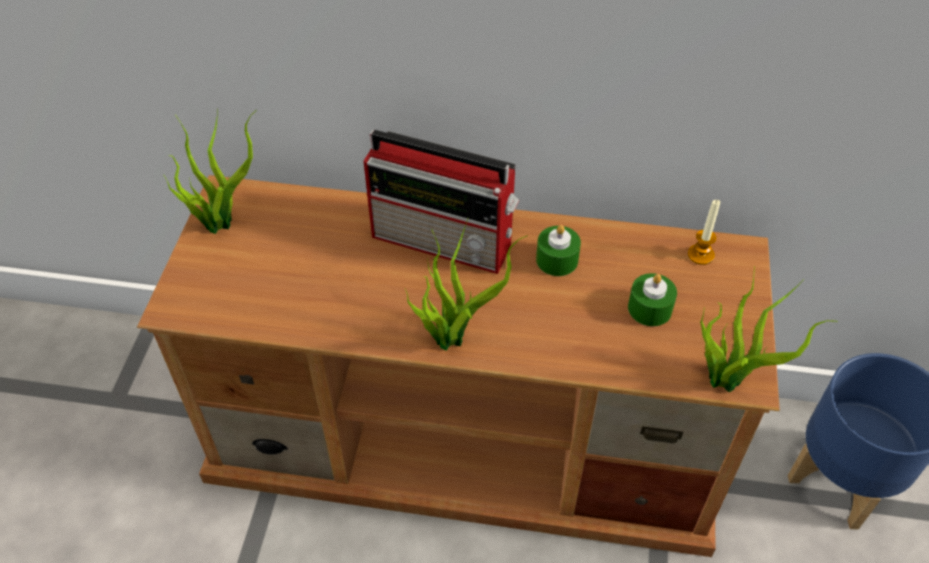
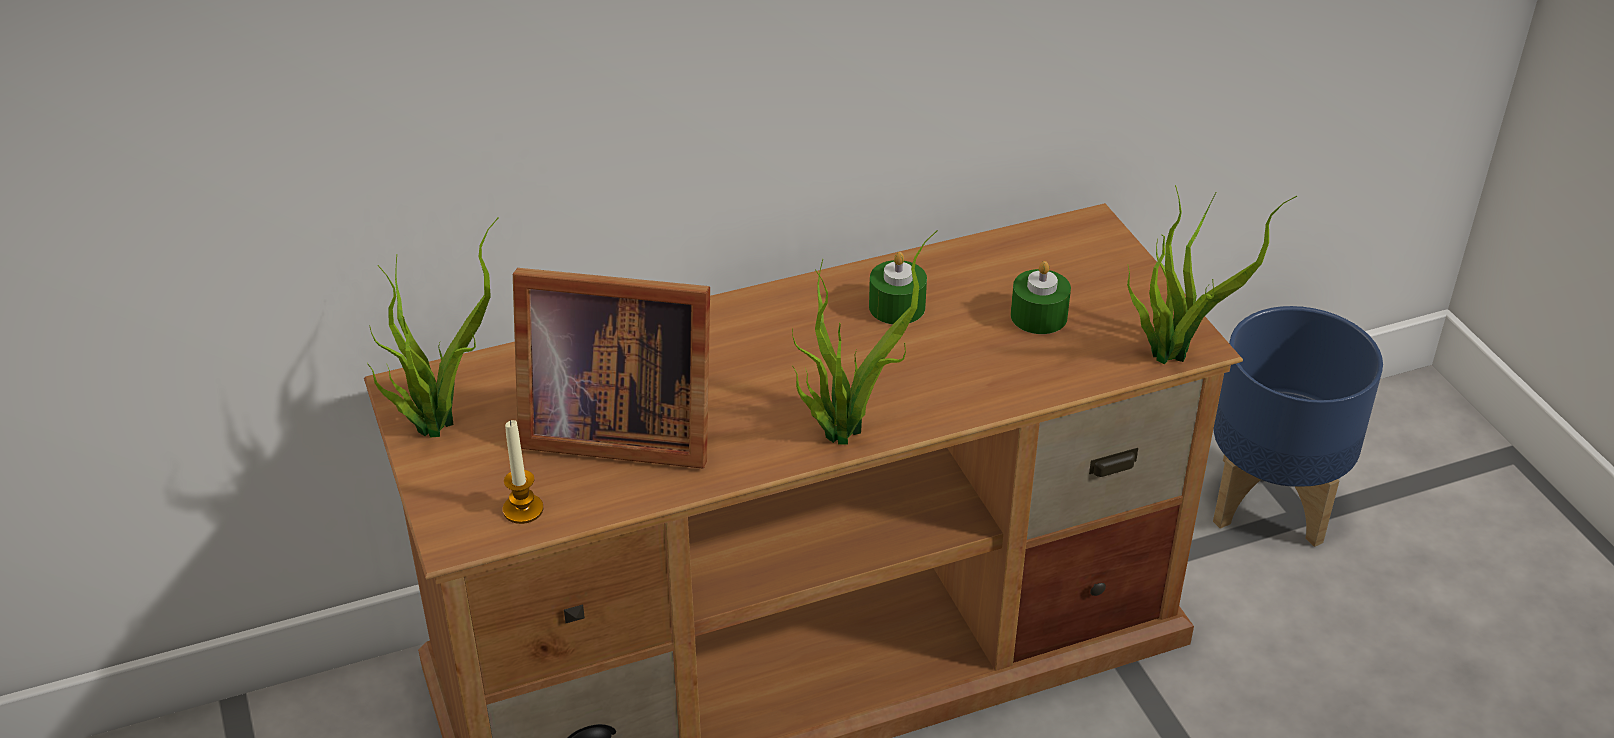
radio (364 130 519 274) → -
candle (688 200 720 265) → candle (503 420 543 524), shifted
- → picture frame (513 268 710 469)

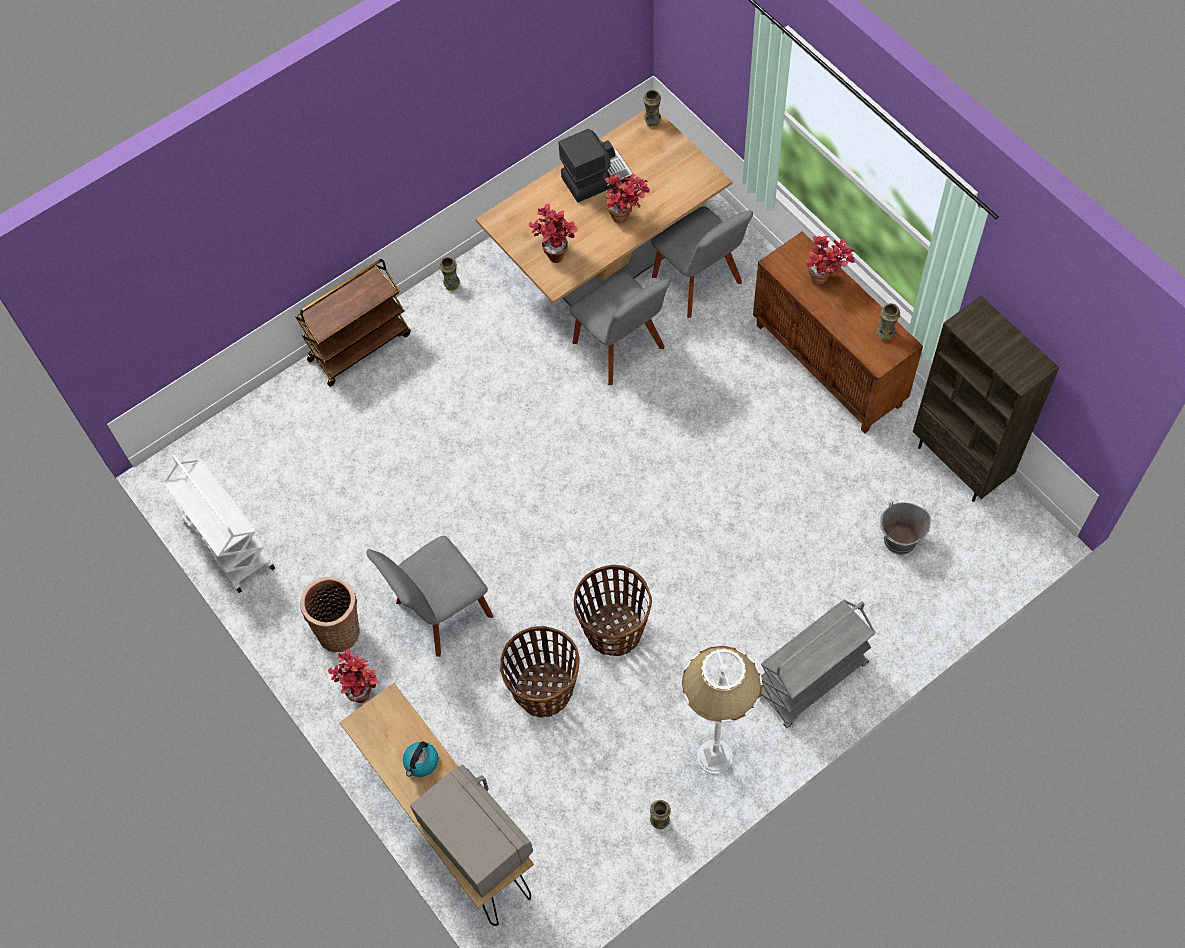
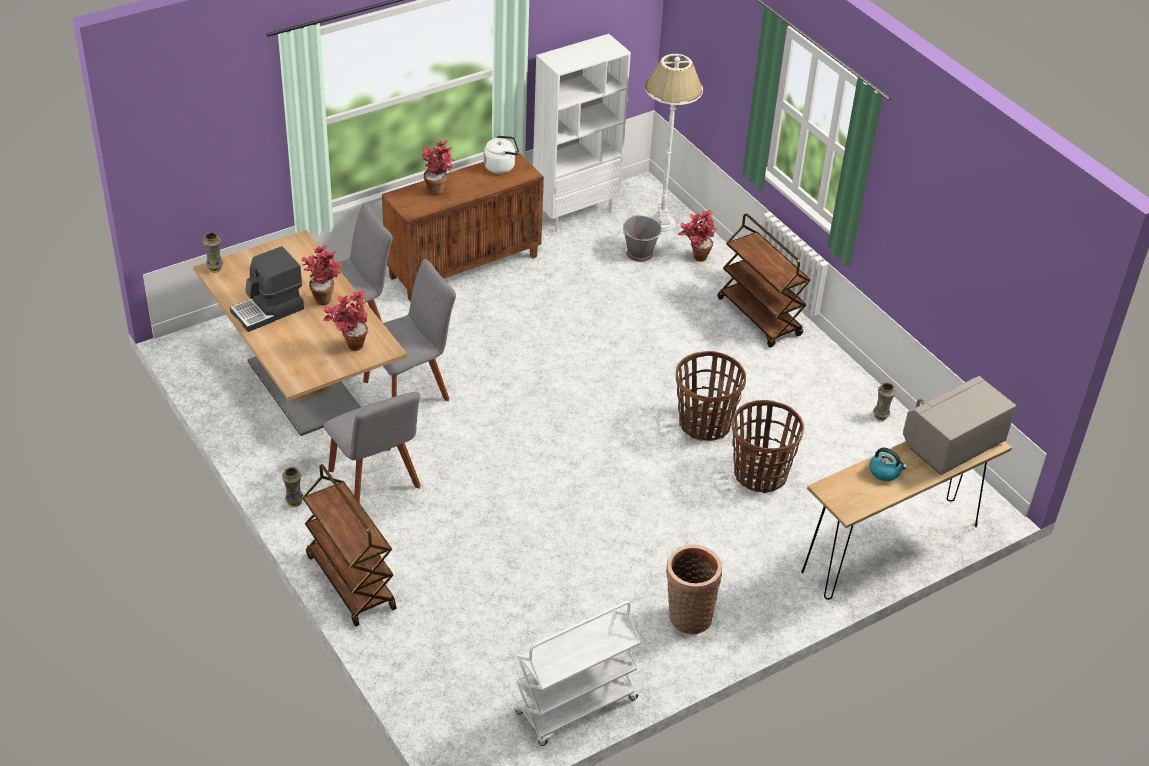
coffee machine (558 129 633 202) → coffee machine (230 246 304 332), 105 degrees counterclockwise
brown bookcase (913 296 1059 502) → white bookcase (533 34 631 232)
vase (877 303 900 340) → white kettle (484 135 520 174)
grey chair (366 536 493 657) → grey chair (324 392 421 503), shifted
grey cart (761 599 876 728) → brown cart (717 213 811 348)
white floor lamp (682 646 763 775) → white floor lamp (645 54 703 232), shifted
potted plant (328 649 378 703) → potted plant (678 210 717 262), shifted

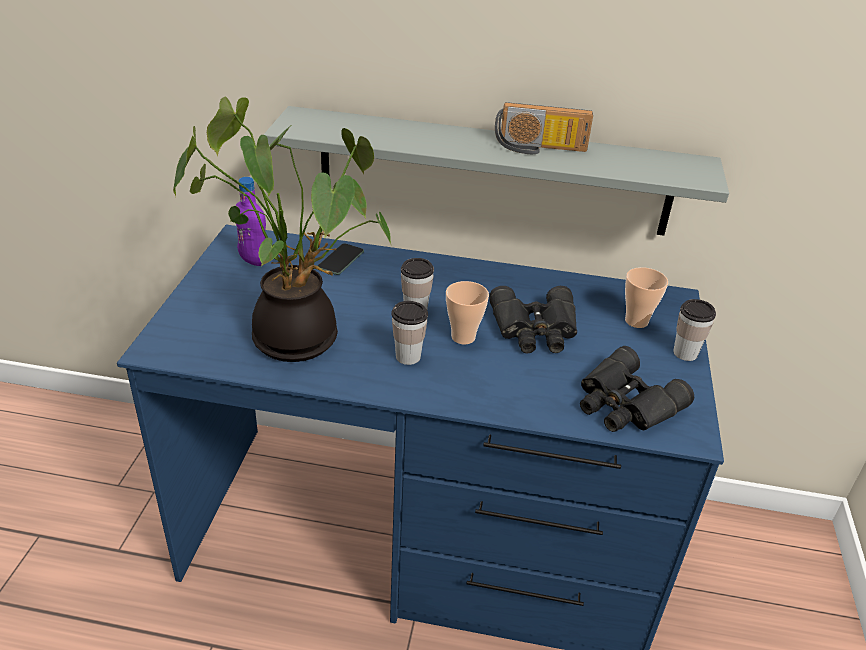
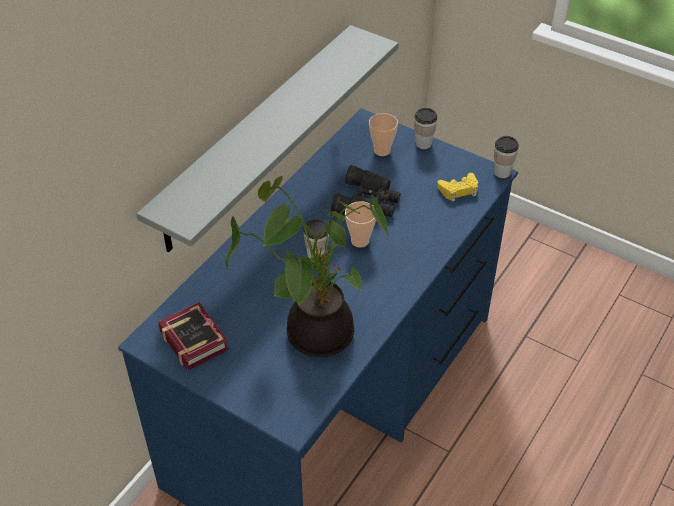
radio (495 102 593 154) → -
purple bottle (235 177 266 266) → book (158 302 229 371)
phone (318 243 364 275) → -
cup (392 301 428 365) → cup (494 136 519 178), shifted
black binoculars (580 346 694 432) → yellow game controller (437 173 478 202)

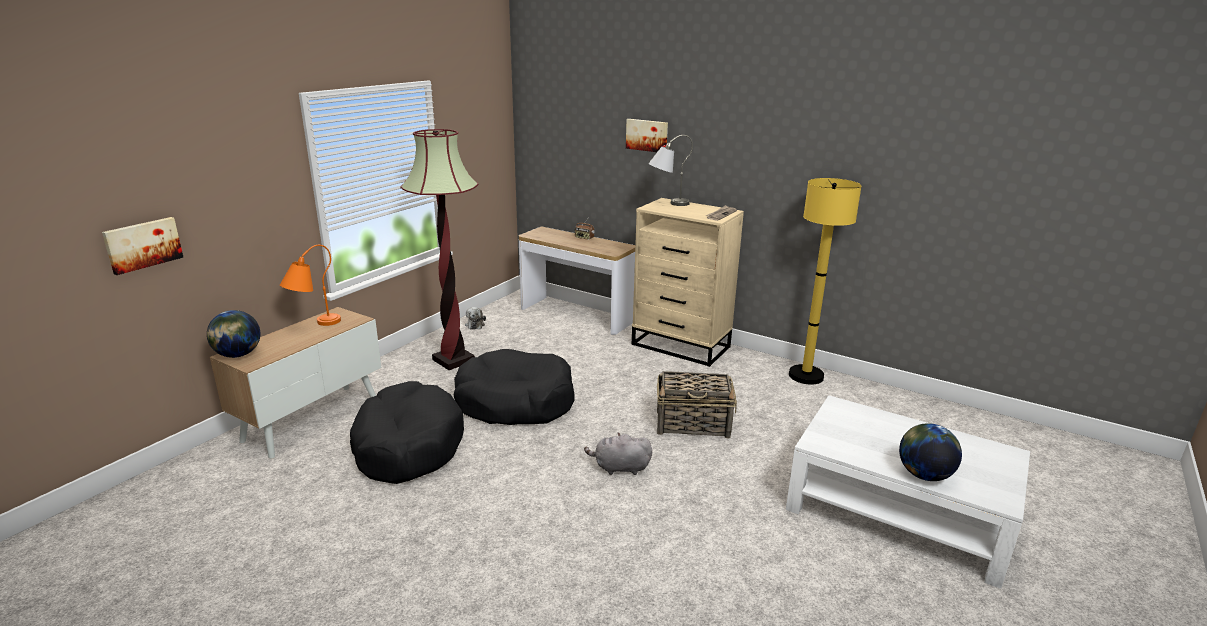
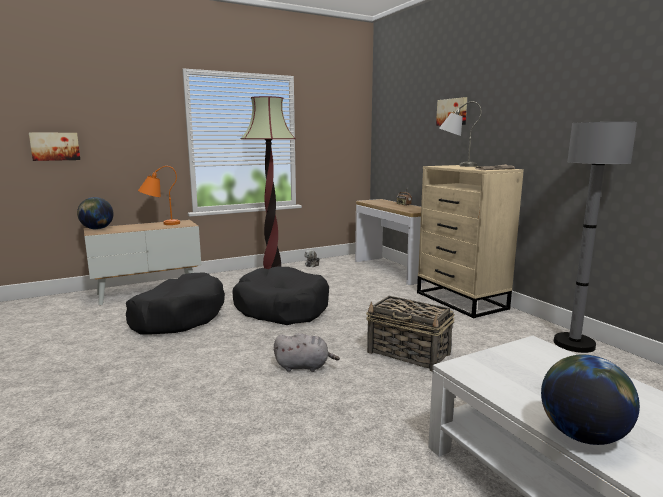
yellow floor lamp (789 178 862 384) → grey floor lamp (554 122 637 353)
grey plush toy (584 432 652 475) → grey plush toy (274 333 340 372), 150 degrees clockwise

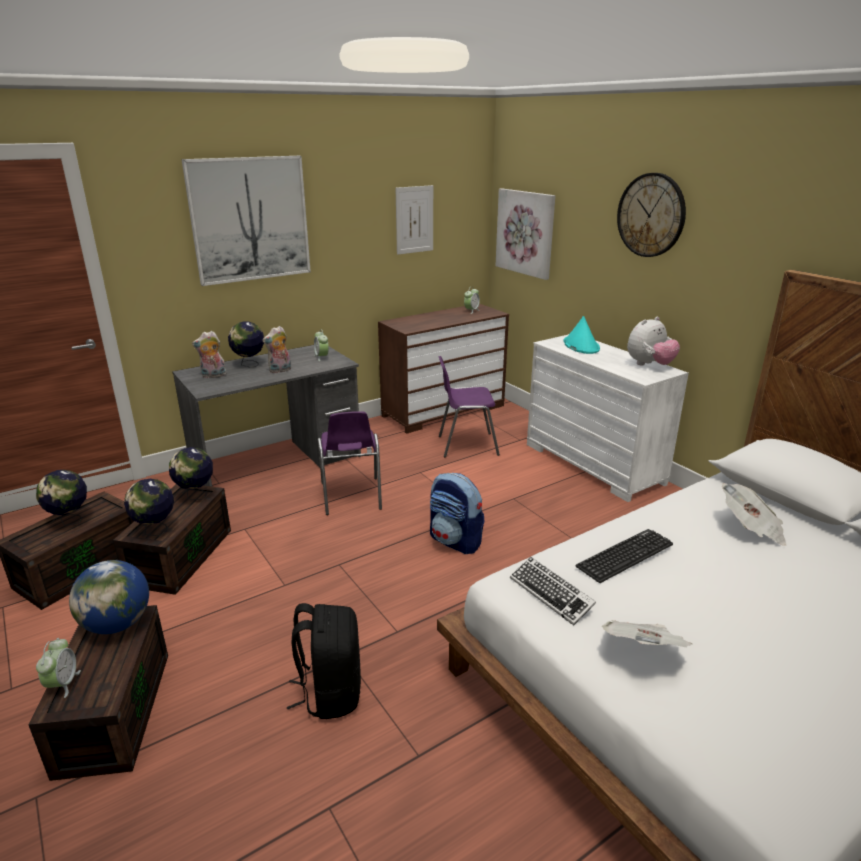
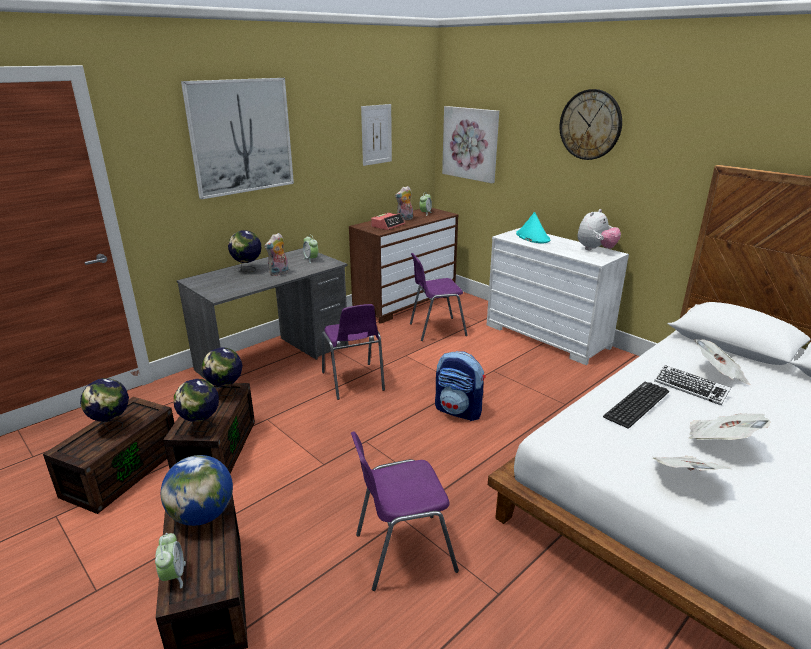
plush toy (192 331 226 378) → plush toy (395 186 413 220), shifted
keyboard (510 557 596 626) → keyboard (654 365 731 405), shifted
black backpack (287 603 361 719) → purple chair (351 431 459 591)
- → alarm clock (371 213 405 230)
- → newspaper (688 413 771 440)

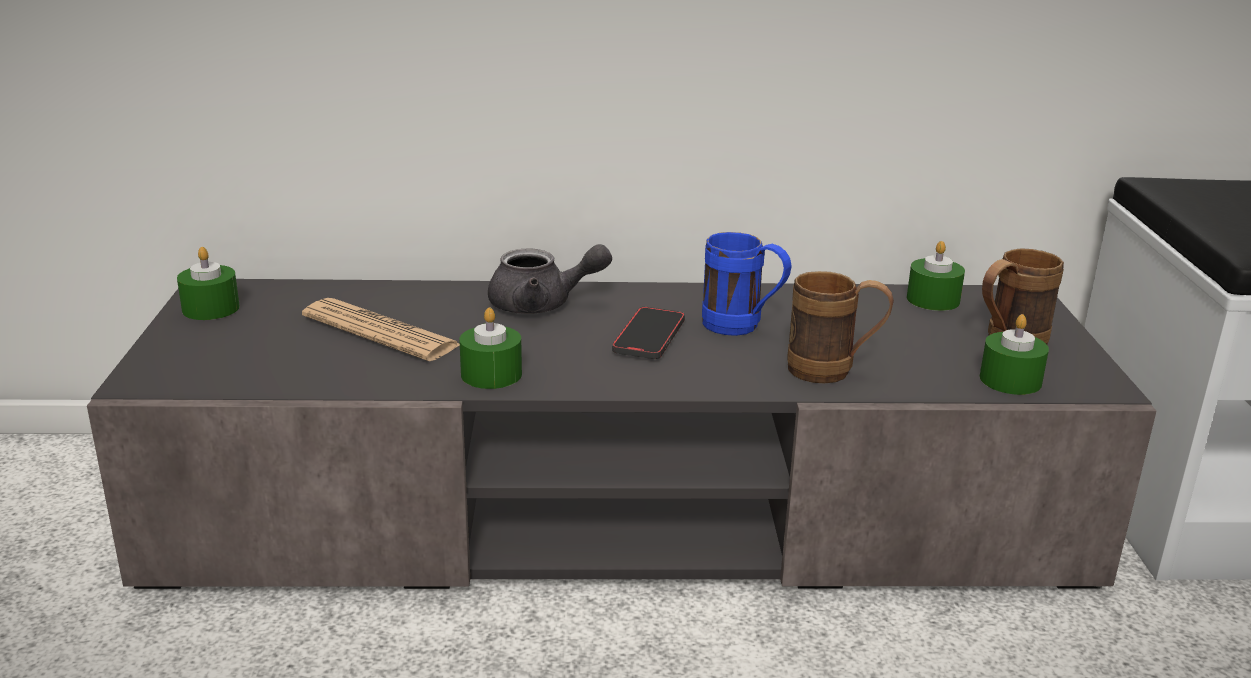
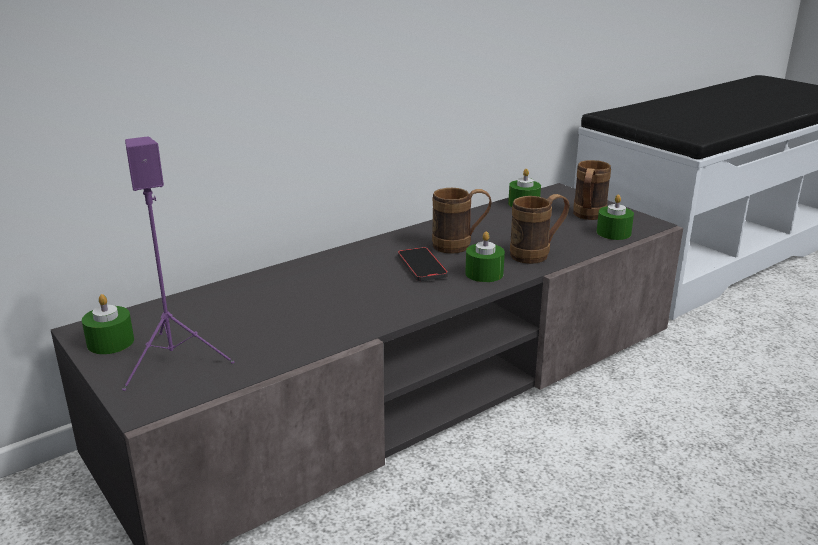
blue mug (702 232 792 336) → brown mug (432 188 492 254)
grey teapot (488 244 612 314) → -
newspaper (302 298 460 361) → -
green candle (459 307 522 389) → green candle (465 231 505 282), shifted
- → purple speaker (122 136 235 391)

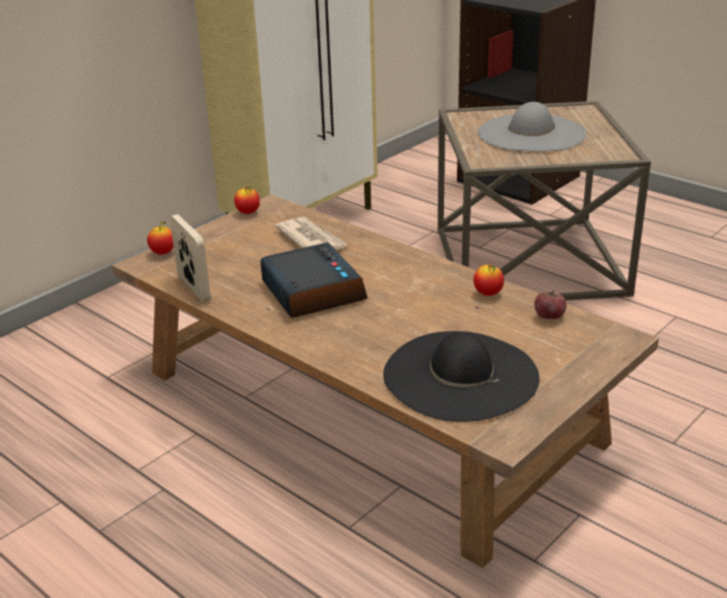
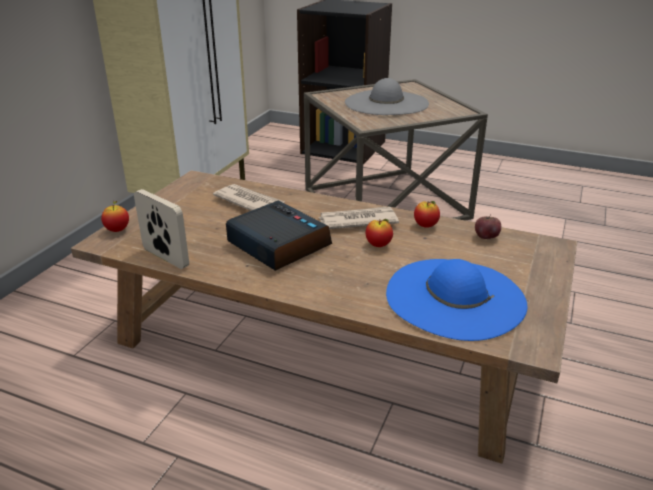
apple (234 187 260 214) → apple (366 219 393 247), shifted
black hat (383 331 540 422) → blue hat (386 259 527 341)
- → newspaper (319 207 399 229)

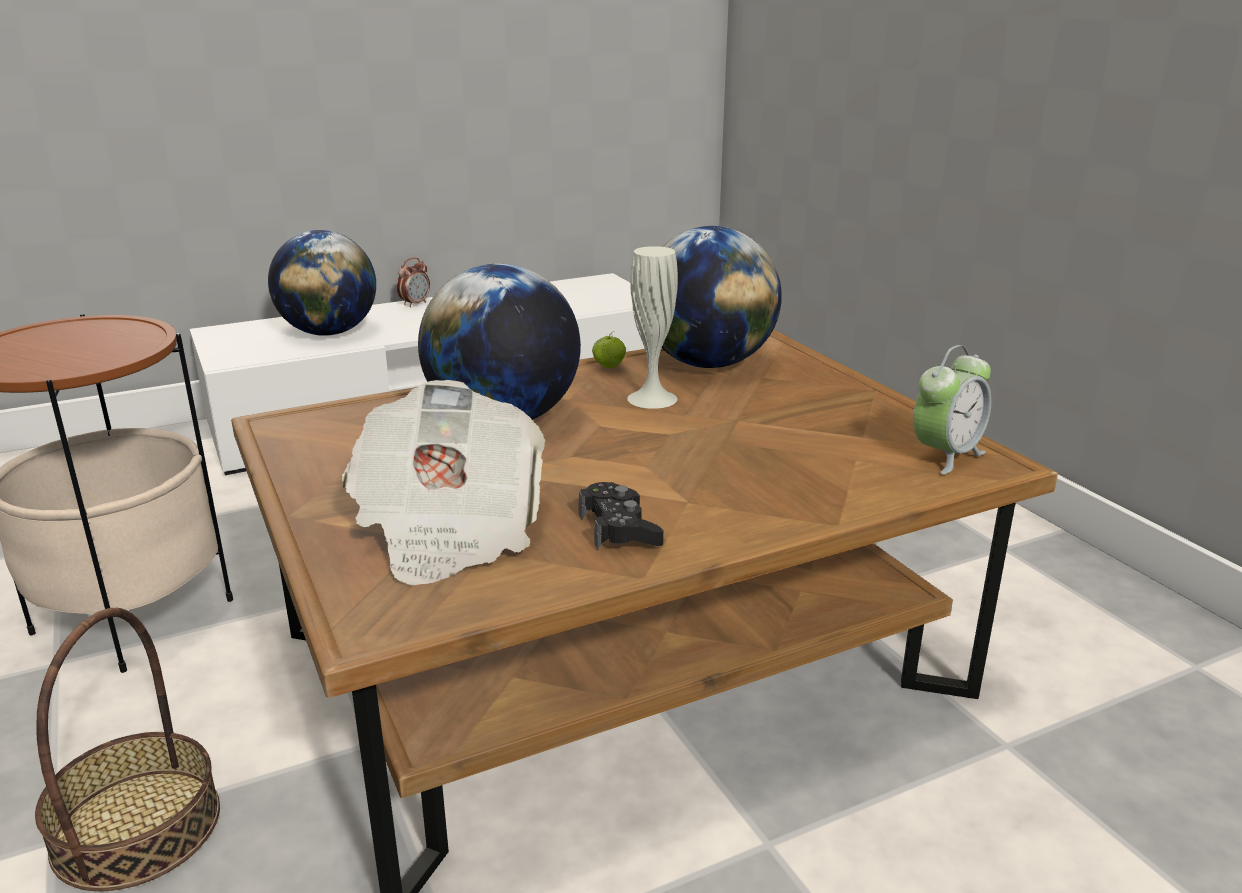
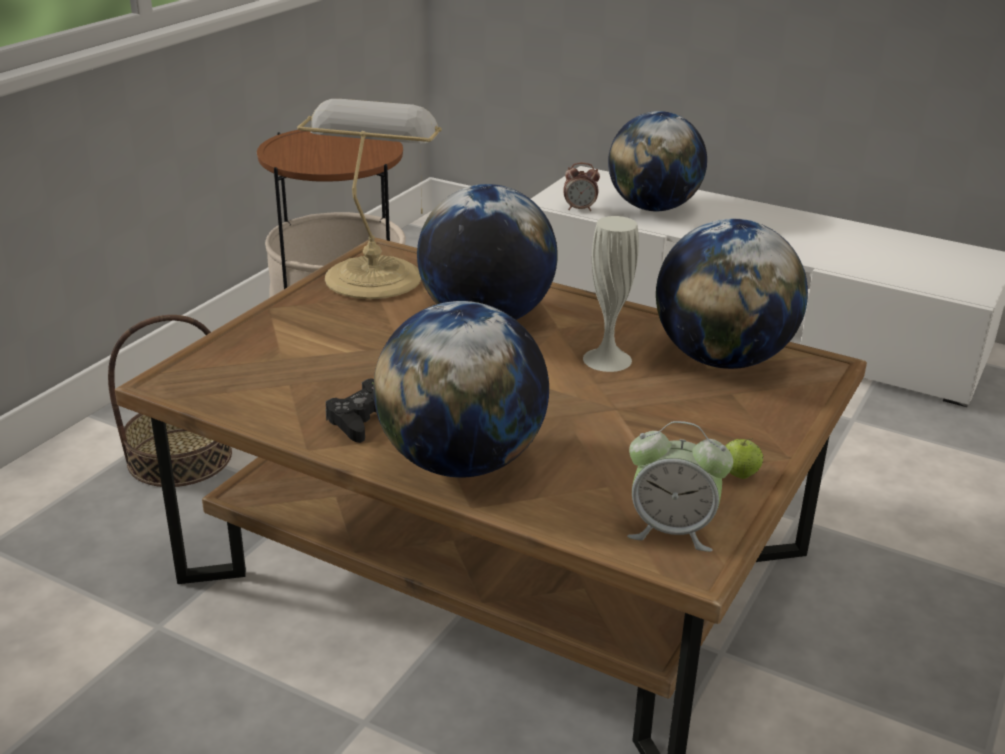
alarm clock (397 258 430 307) → alarm clock (563 163 600 211), shifted
apple (592 331 626 368) → apple (725 438 763 479), shifted
newspaper (342 380 545 586) → -
- → table lamp (297 99 442 299)
- → globe (373 301 549 478)

